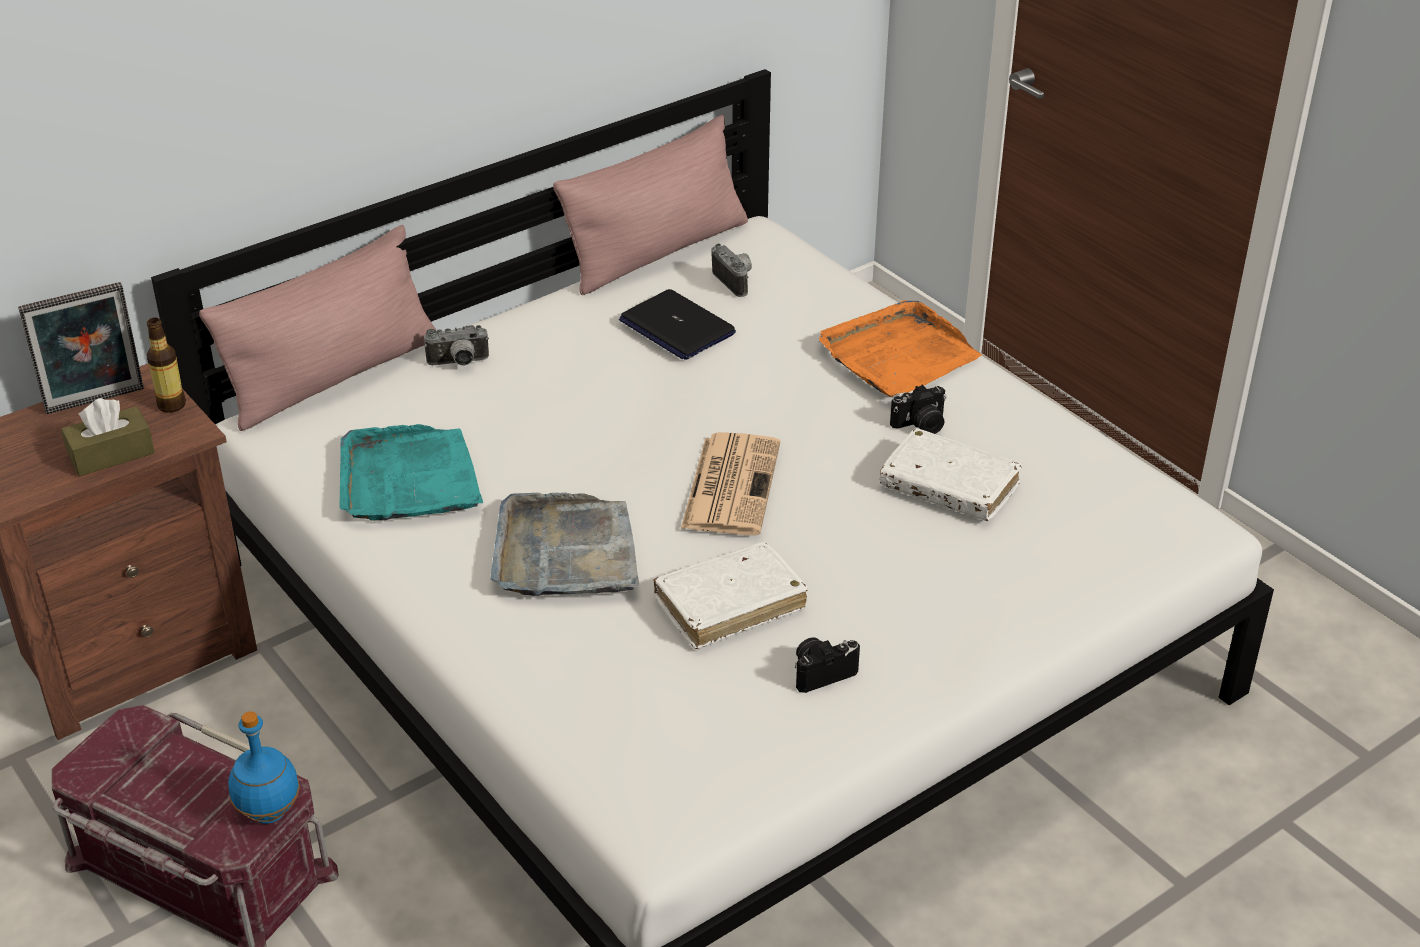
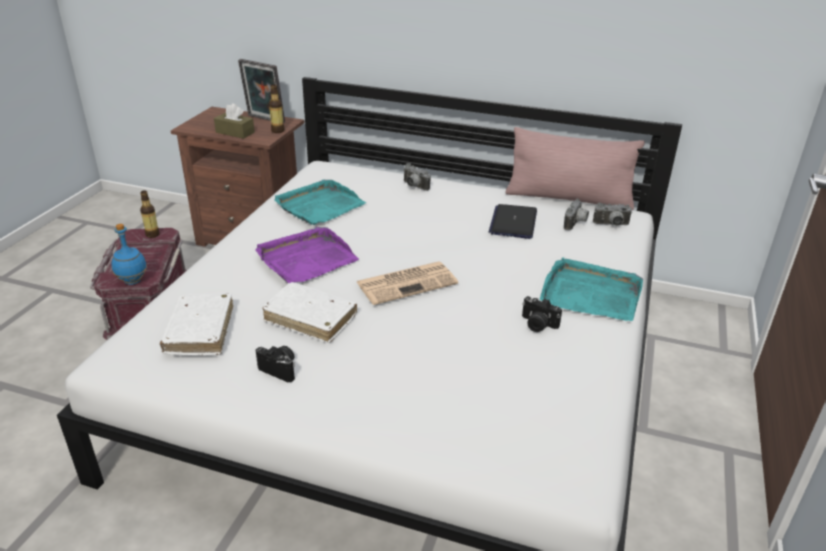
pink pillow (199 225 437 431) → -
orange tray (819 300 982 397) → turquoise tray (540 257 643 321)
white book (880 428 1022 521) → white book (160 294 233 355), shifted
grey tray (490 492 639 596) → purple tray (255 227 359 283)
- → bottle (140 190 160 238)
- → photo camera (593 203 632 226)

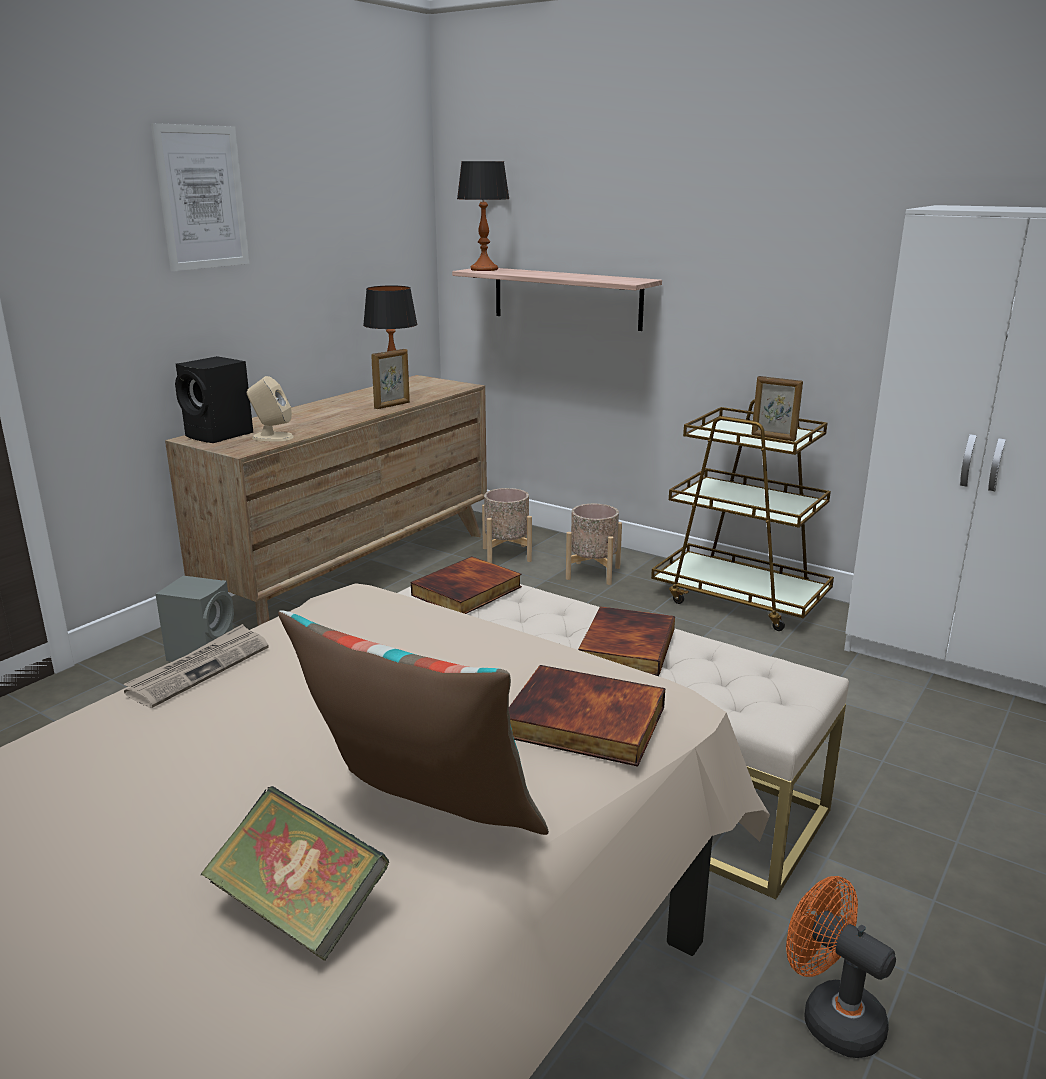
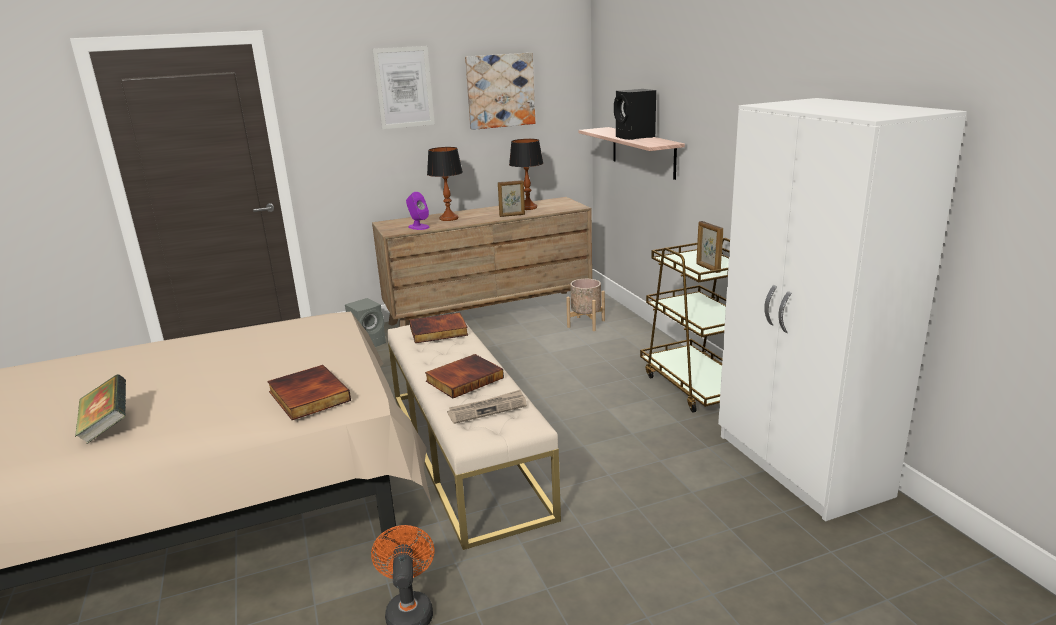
table lamp (457 161 510 271) → table lamp (427 147 463 221), shifted
black speaker (175 356 253 443) → black speaker (614 89 656 140), shifted
beige speaker (247 376 294 441) → purple speaker (406 192 430 230)
beige planter (566 504 622 585) → -
pillow (278 610 549 835) → -
newspaper (124 624 268 708) → newspaper (447 390 527 424), shifted
- → picture (465 53 535 130)

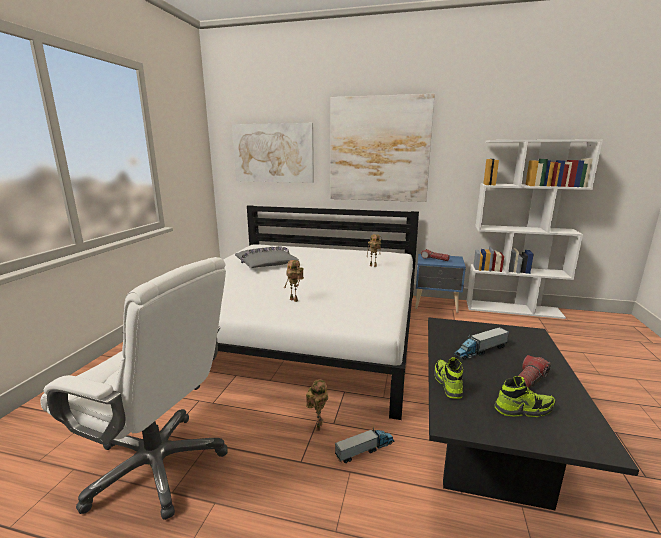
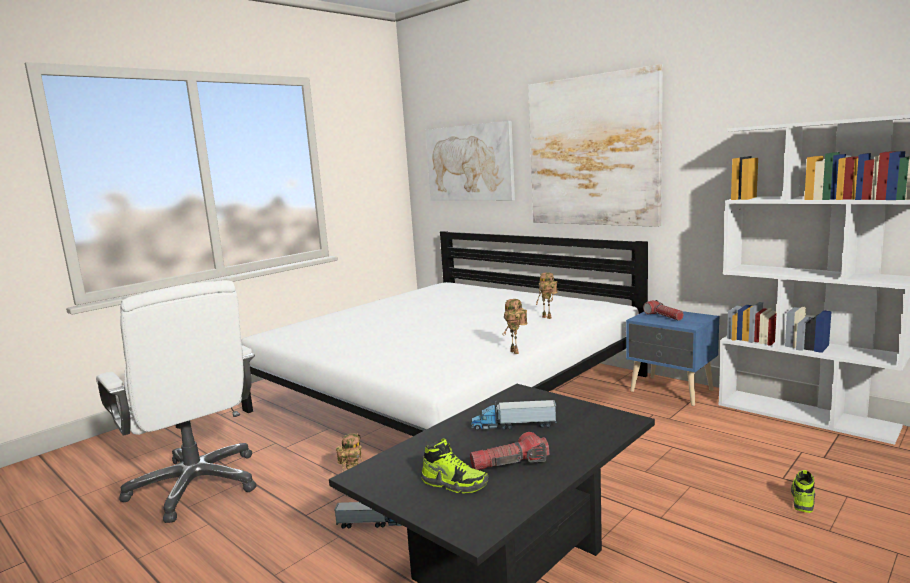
grey pillow (235 246 299 268) → -
toy robot (284 260 304 302) → toy robot (503 299 528 354), shifted
shoe (434 357 463 399) → shoe (791 470 815 513), shifted

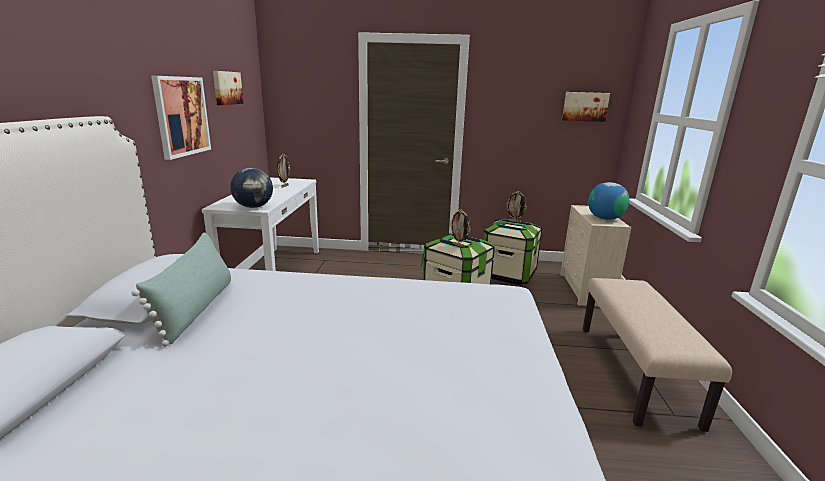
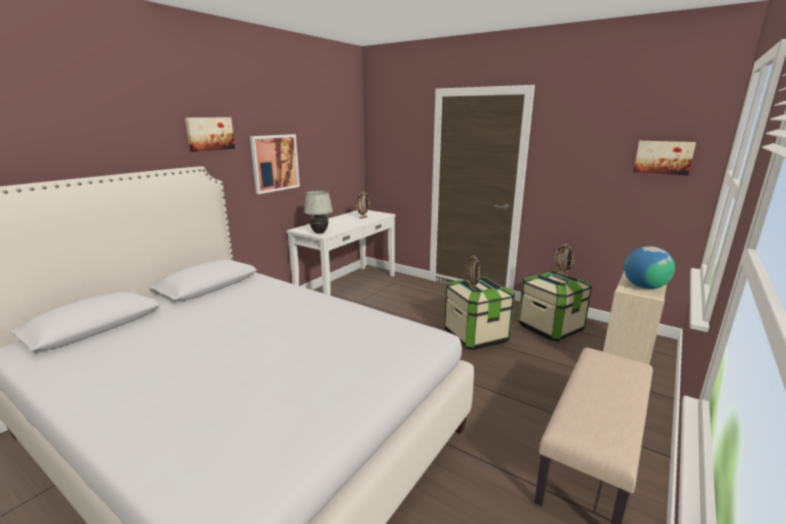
picture (213 71 243 105) → picture (185 117 235 152), shifted
globe (230 168 273 208) → white table lamp (304 191 333 234)
green pillow (131 232 231 347) → -

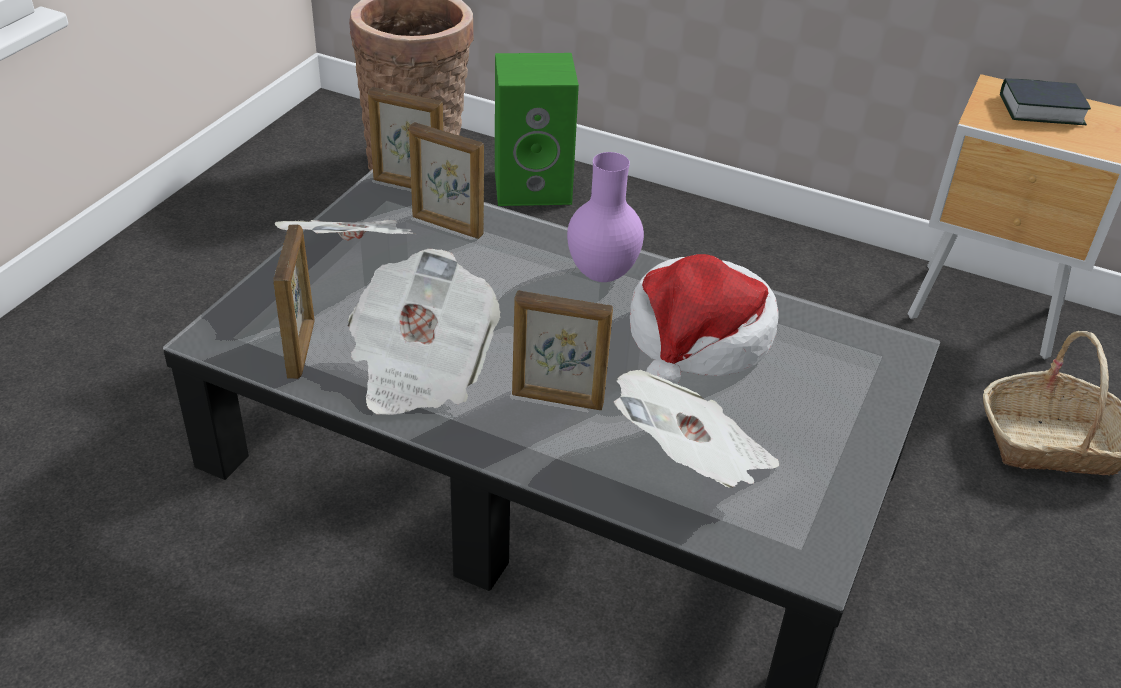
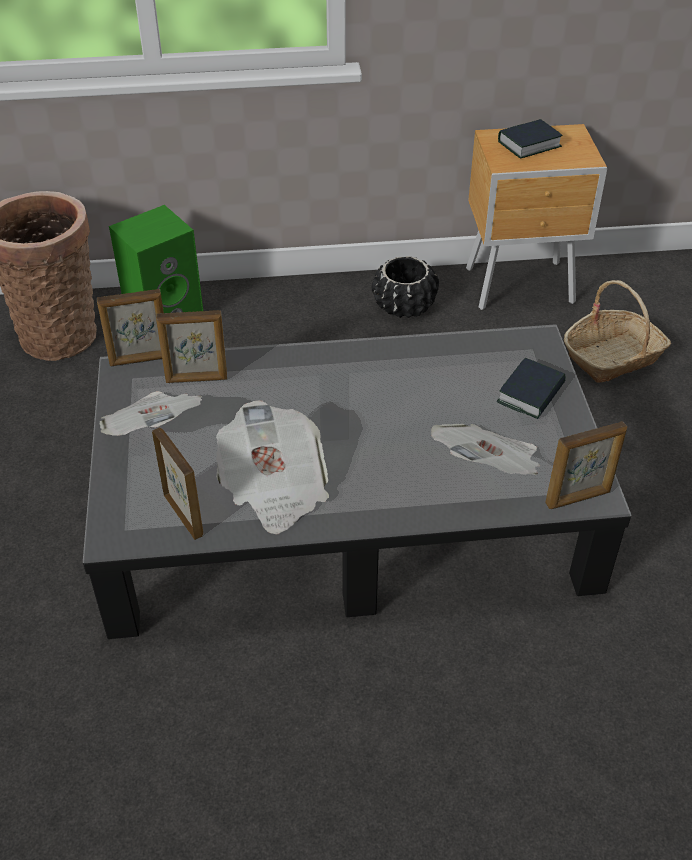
purple vase (567 152 644 282) → -
hat (630 254 779 385) → -
picture frame (512 290 613 410) → picture frame (545 422 627 509), shifted
- → black planter (372 256 439 318)
- → book (496 358 566 419)

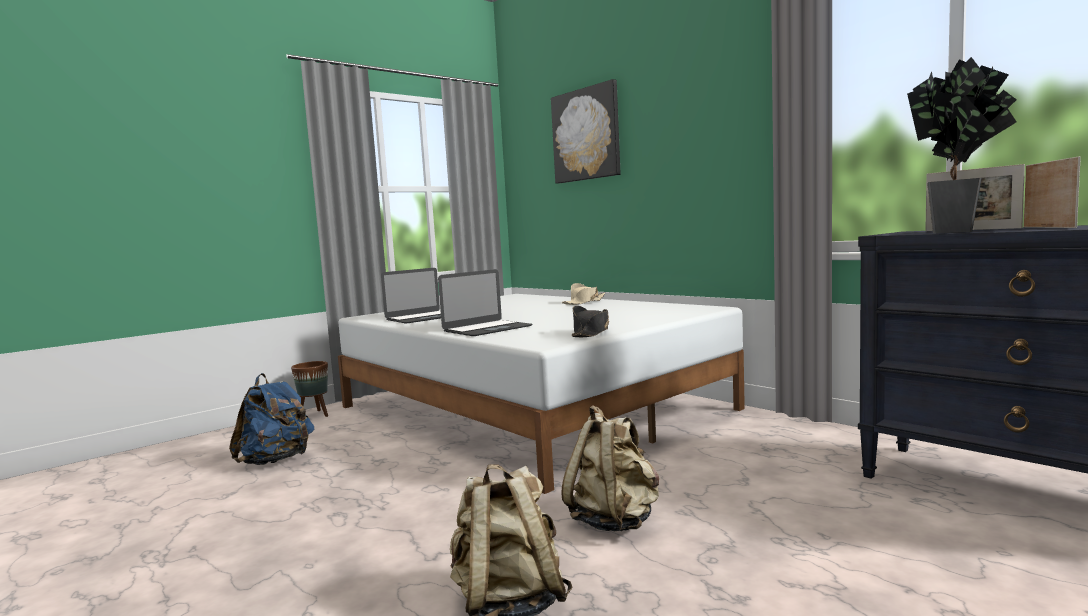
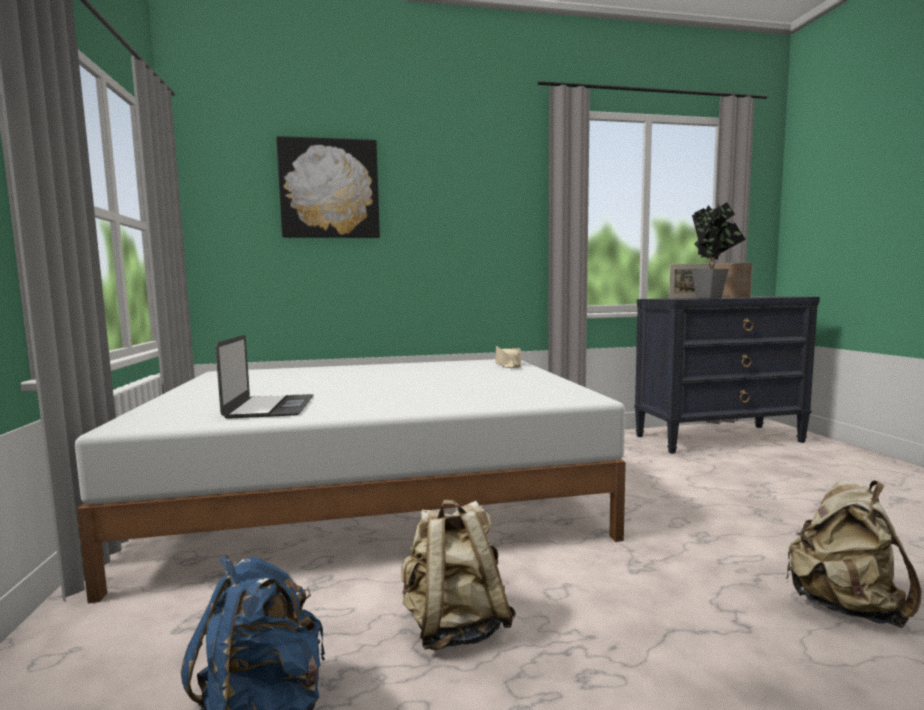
laptop (438 269 532 336) → -
beige hat (562 283 605 305) → beige hat (496 346 521 368), shifted
black hat (572 306 609 337) → -
brown planter (291 361 328 417) → -
beige backpack (561 405 659 531) → beige backpack (401 500 516 651), shifted

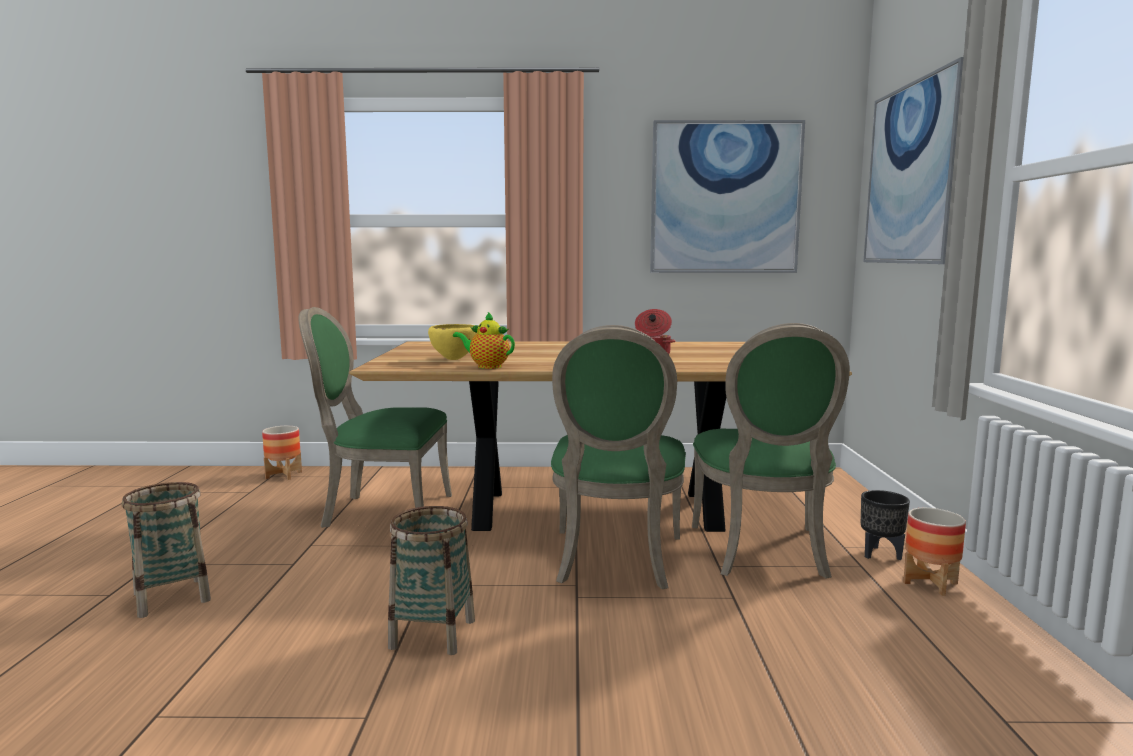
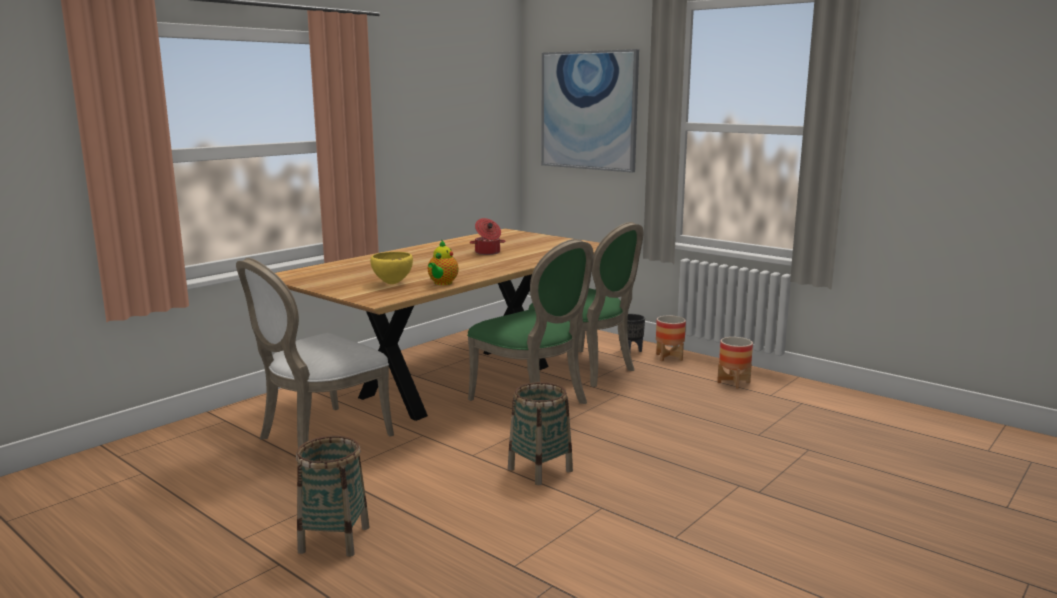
picture (650 120 805 273) → -
green chair (298 307 452 528) → white chair (236 258 394 448)
teapot (453 312 515 369) → teapot (428 240 459 285), 45 degrees counterclockwise
planter (262 426 302 480) → planter (717 337 753 389), shifted

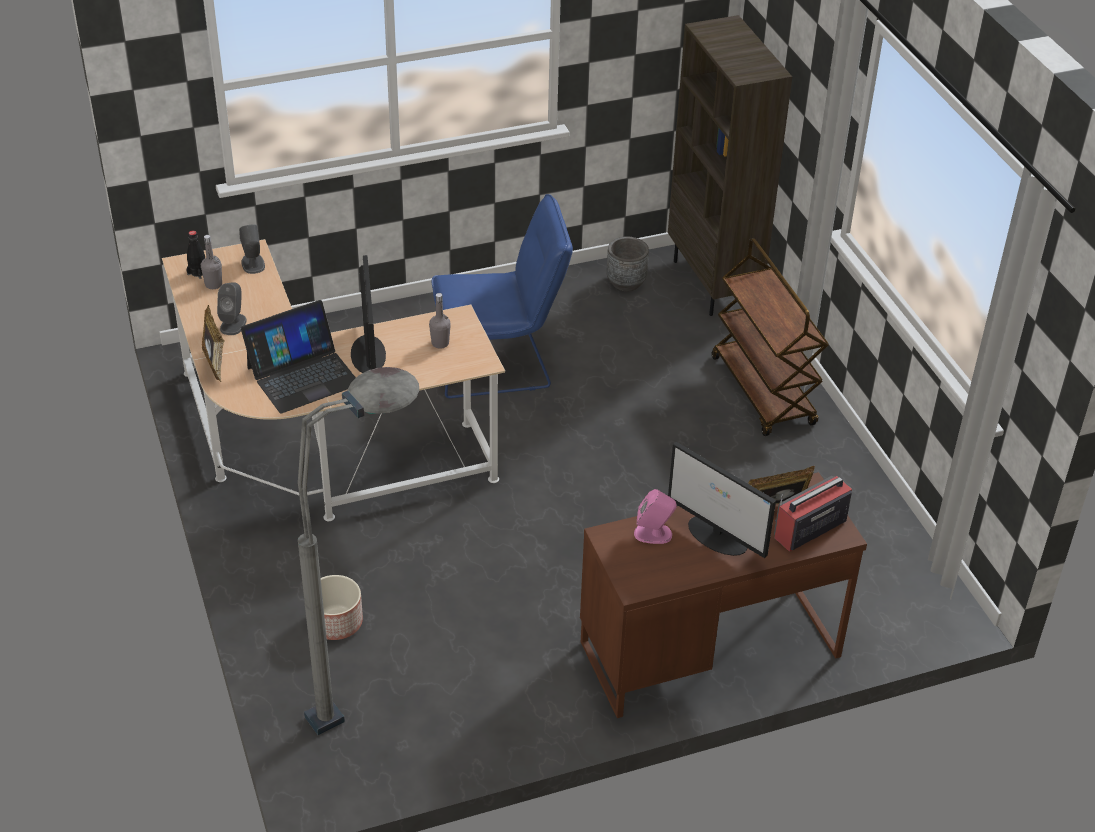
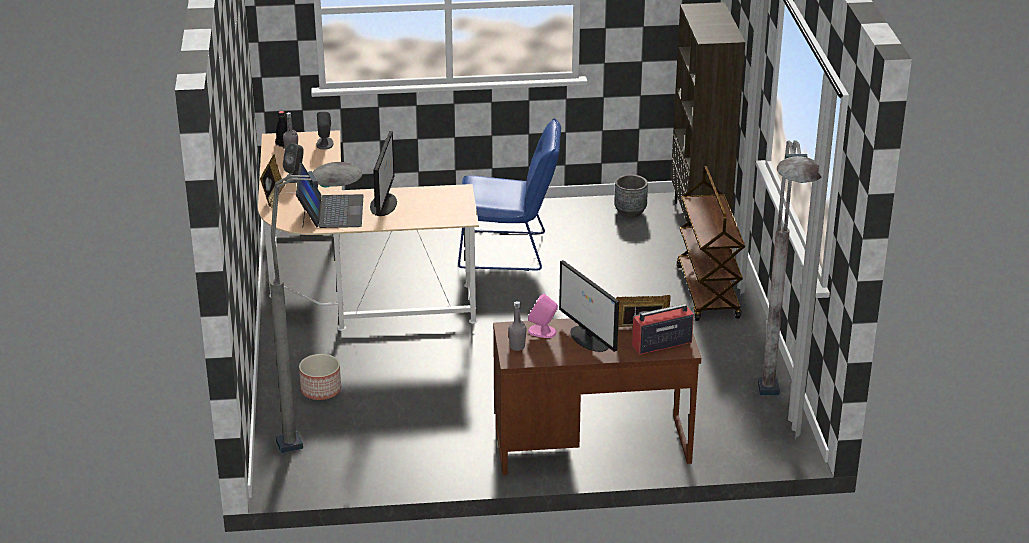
grey bottle (429 293 451 349) → grey bottle (508 301 527 351), shifted
laptop (241 300 356 413) → laptop (296 163 363 228), 75 degrees counterclockwise
- → grey floor lamp (758 140 822 395)

